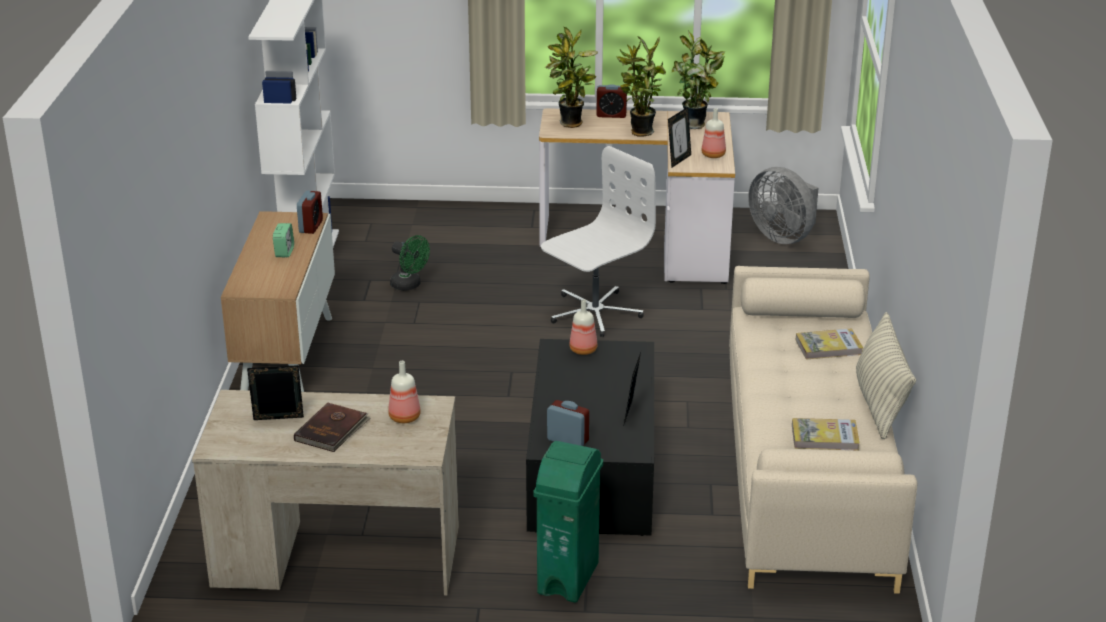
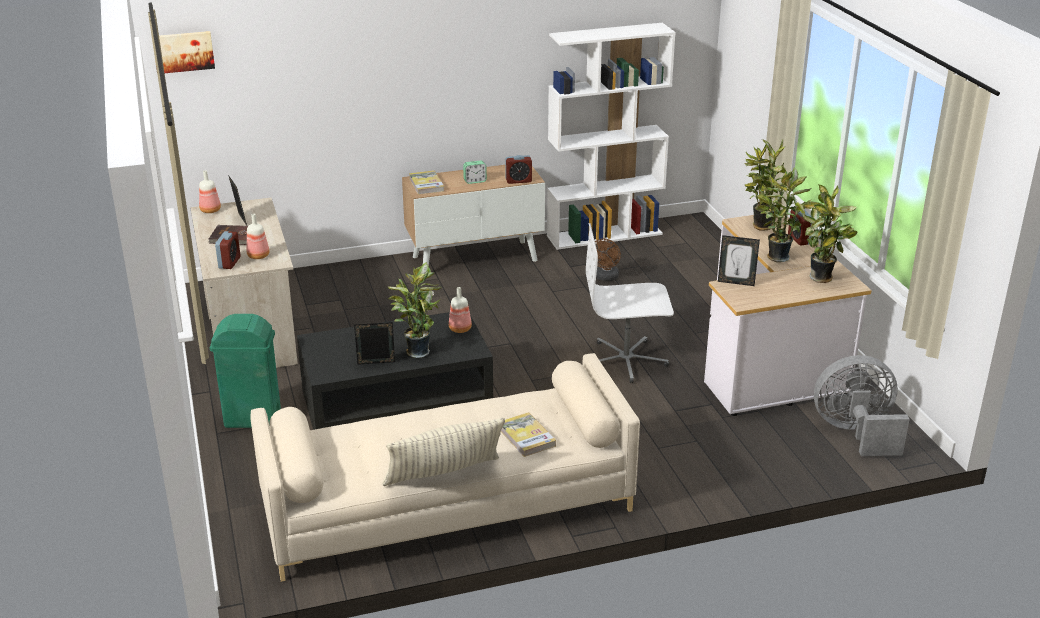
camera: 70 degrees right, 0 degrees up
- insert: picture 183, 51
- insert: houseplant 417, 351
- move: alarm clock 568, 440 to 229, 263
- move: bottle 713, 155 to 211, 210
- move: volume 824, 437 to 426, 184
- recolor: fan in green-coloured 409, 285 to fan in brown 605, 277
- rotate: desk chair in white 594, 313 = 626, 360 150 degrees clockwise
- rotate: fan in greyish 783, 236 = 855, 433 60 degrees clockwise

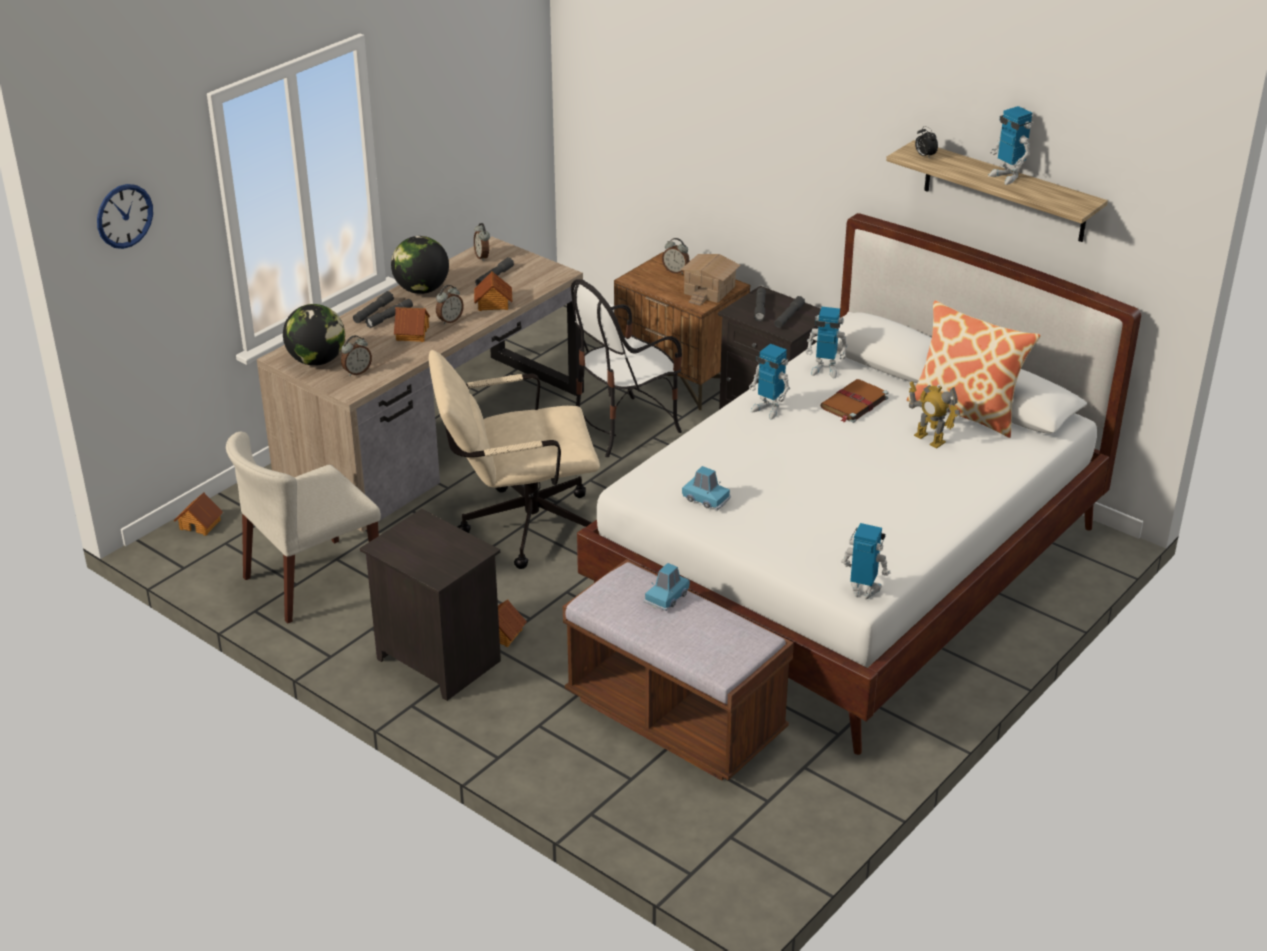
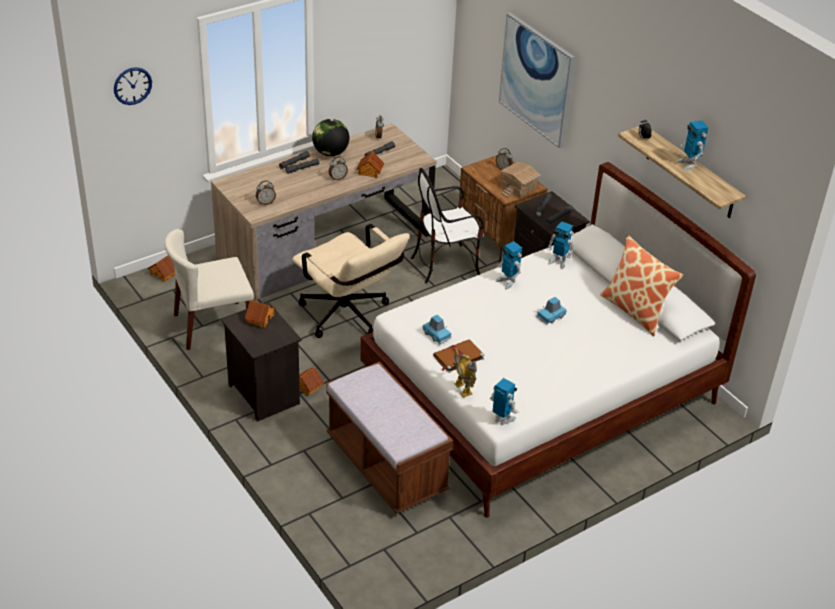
camera: 15 degrees right, 5 degrees up
- delete: globe 317, 361
- insert: picture 536, 79
- move: toy house 412, 333 to 260, 318
- move: miniature car in bluish 667, 597 to 551, 316
- move: volume in brown 853, 403 to 457, 357
- move: model robot 929, 439 to 463, 389
- rotate: desk chair in beige-coloured 518, 527 = 349, 318 135 degrees counterclockwise

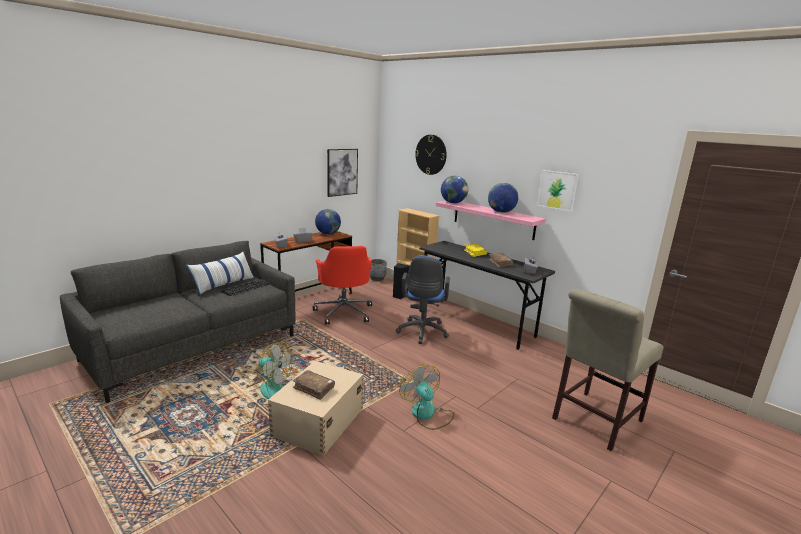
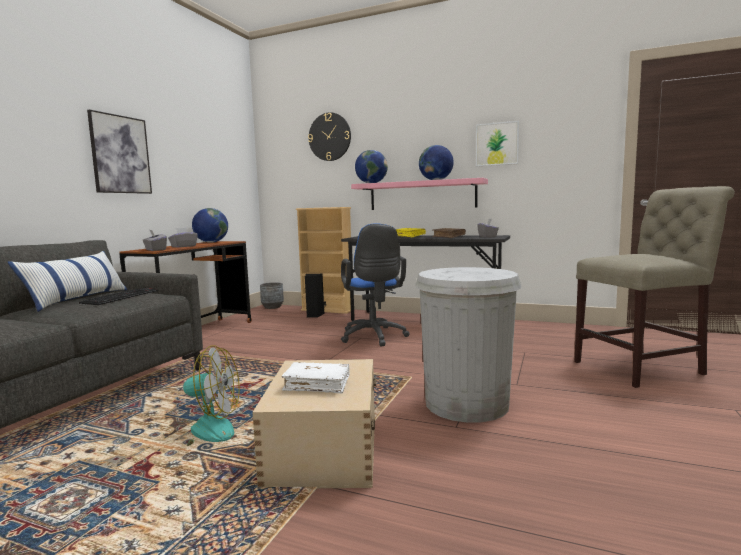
camera: 20 degrees left, 10 degrees down
- delete: desk chair in red 344, 312
- move: picture 342, 172 to 120, 154
- replace: fan 427, 414 to waste bin in white 466, 403
- recolor: volume in brown 314, 388 to volume in white 317, 384
- rotate: upright chair in beige-coloured 594, 421 = 643, 367 135 degrees counterclockwise

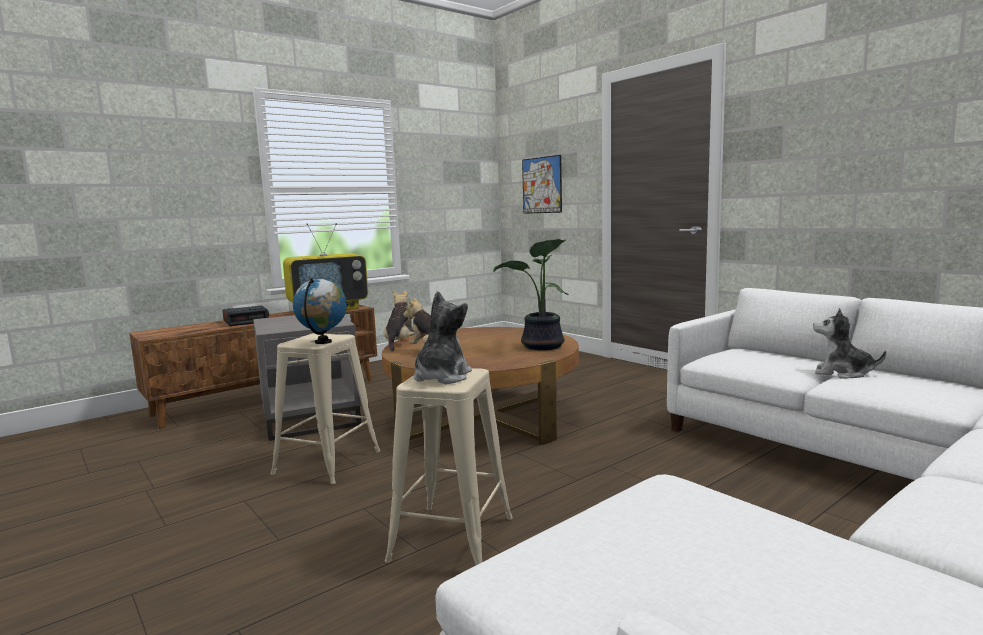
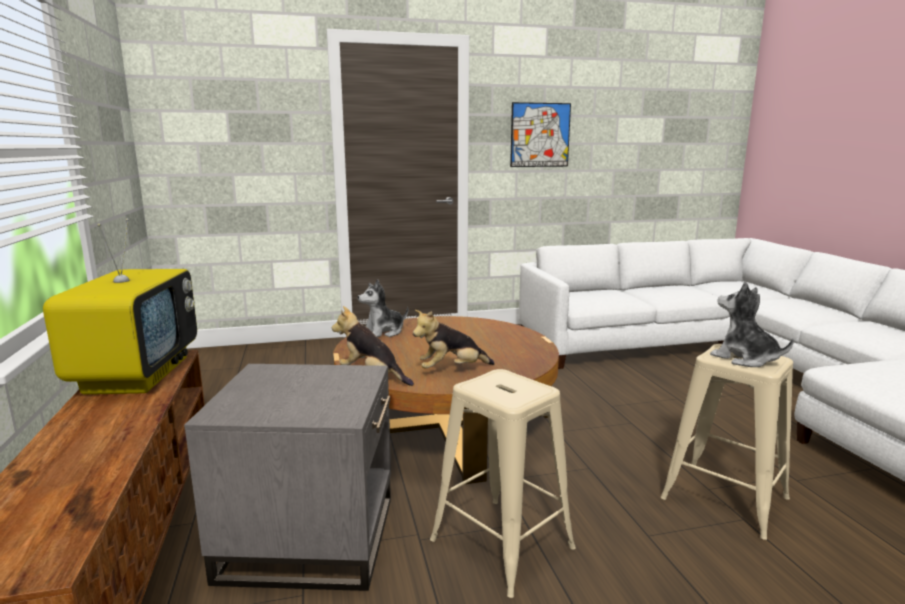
camera: 65 degrees left, 5 degrees up
- delete: alarm clock 246, 321
- delete: globe 323, 342
- delete: houseplant 541, 347
- move: picture 542, 185 to 540, 135
- move: plush toy 842, 373 to 383, 332

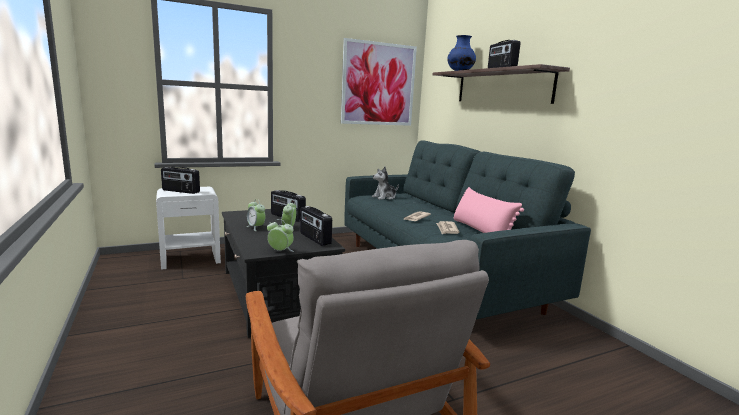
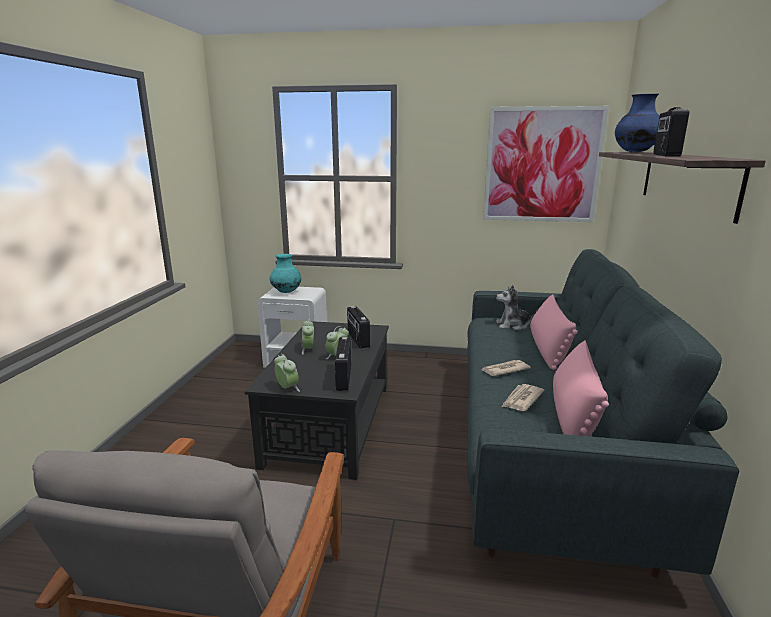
camera: 35 degrees right, 5 degrees up
- insert: cushion in pink-coloured 548, 349
- replace: radio receiver 180, 191 to decorative vase in turquoise 286, 292

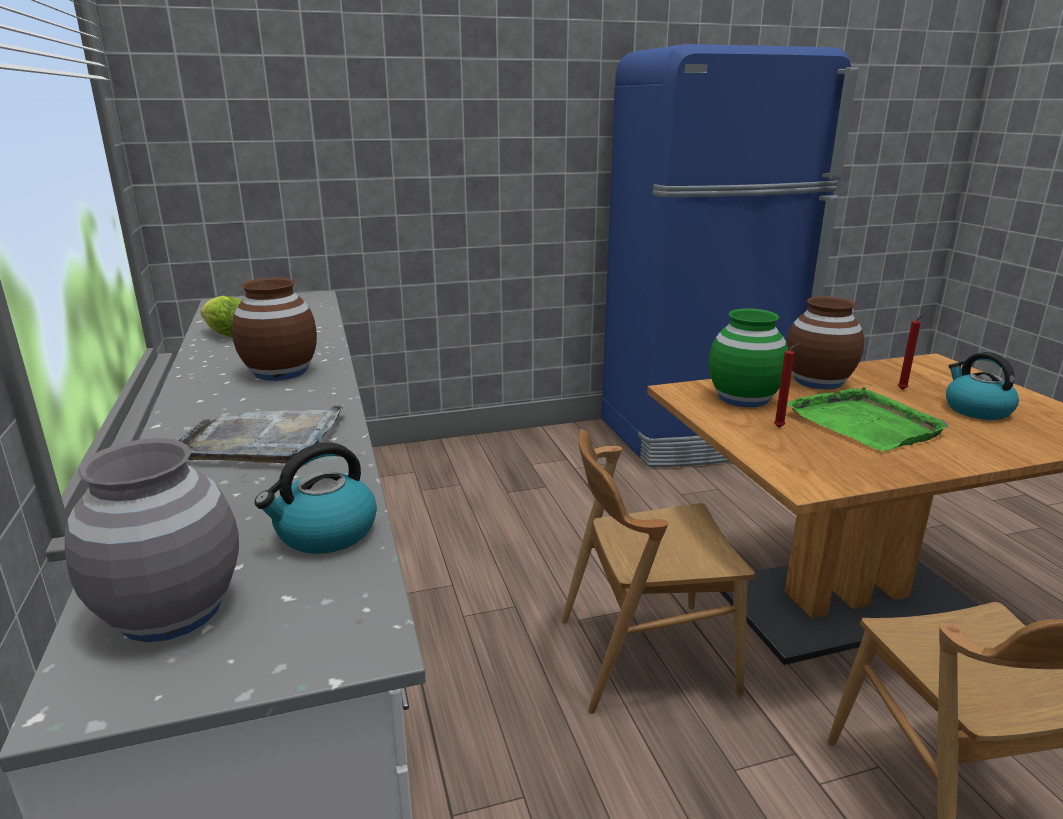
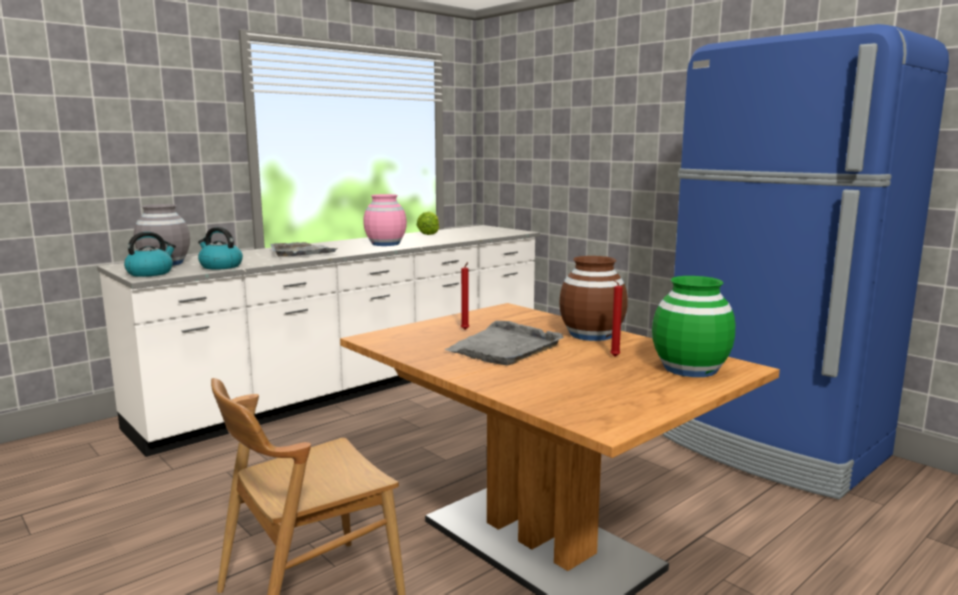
camera: 65 degrees right, 10 degrees down
- delete: upright chair in brown 645, 655
- move: decorative vase in green-coloured 744, 398 to 690, 369
- move: water kettle 976, 410 to 150, 273
- recolor: decorative vase in brown 280, 372 to decorative vase in pink-coloured 385, 244
- recolor: carrying tray in green-coloured 865, 423 to carrying tray in greyish 504, 347

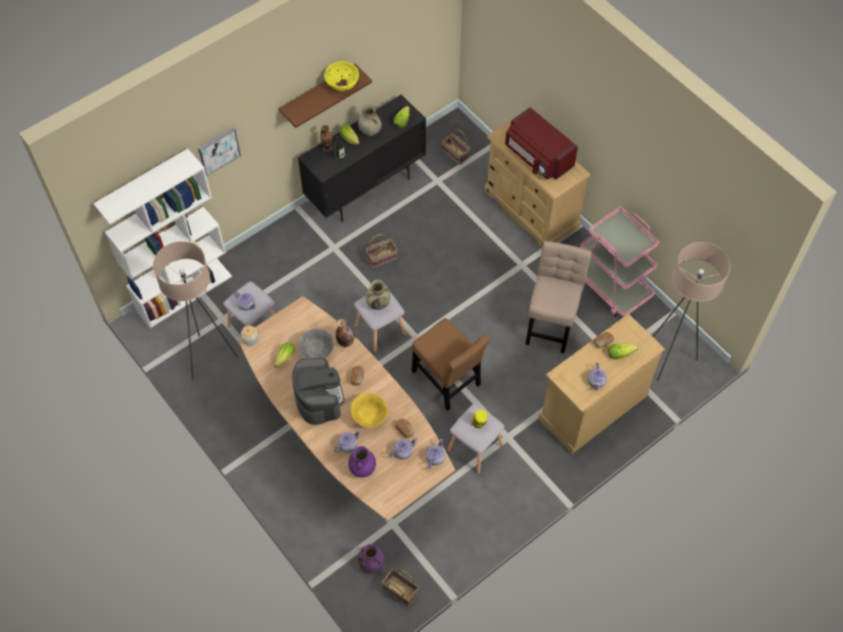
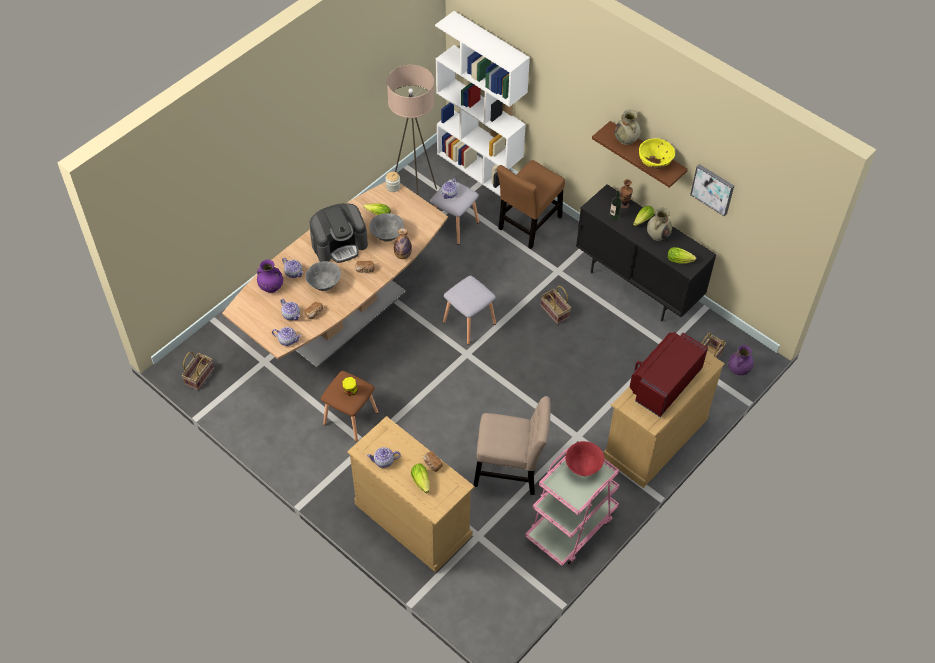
camera: 80 degrees right, 5 degrees down
- delete: floor lamp in beige-coloured 669, 358
- insert: serving bowl in red 583, 467
- move: picture 218, 150 to 713, 189
- move: decorative vase in purple 372, 563 to 738, 370
- move: decorative vase in beige-coloured 378, 303 to 626, 140
- move: upright chair in brown 448, 381 to 528, 225
- recolor: serving bowl in yellow-coloured 370, 417 to serving bowl in greyish 324, 285
- recolor: stool seat in greyish 476, 448 to stool seat in brown 350, 419

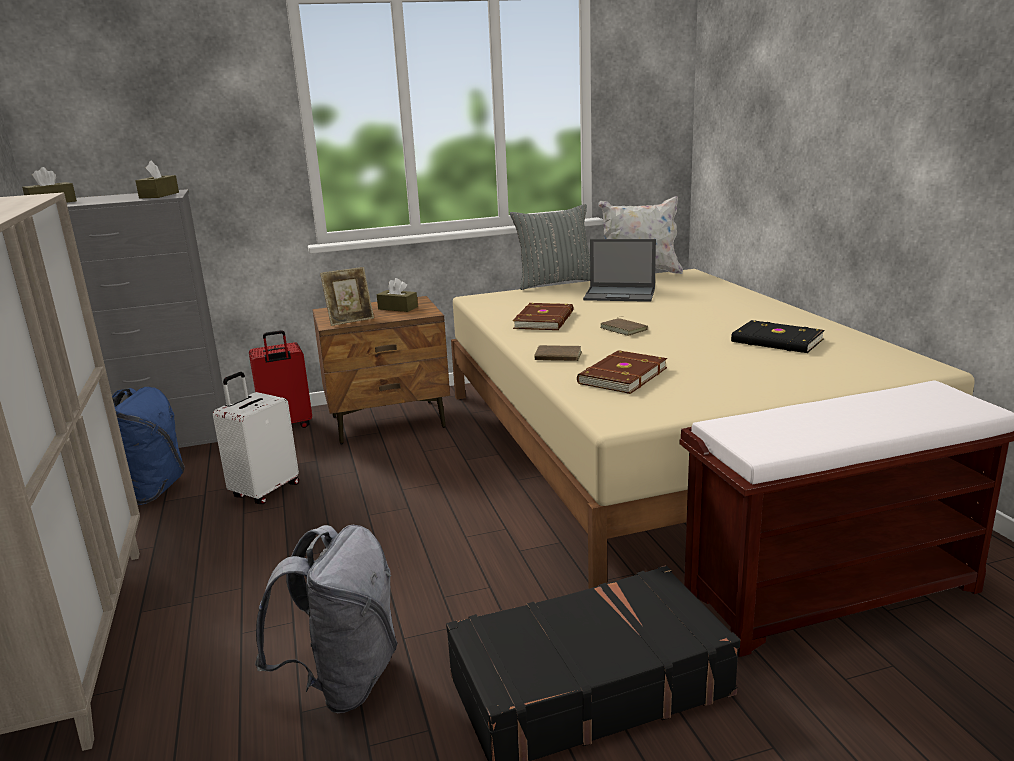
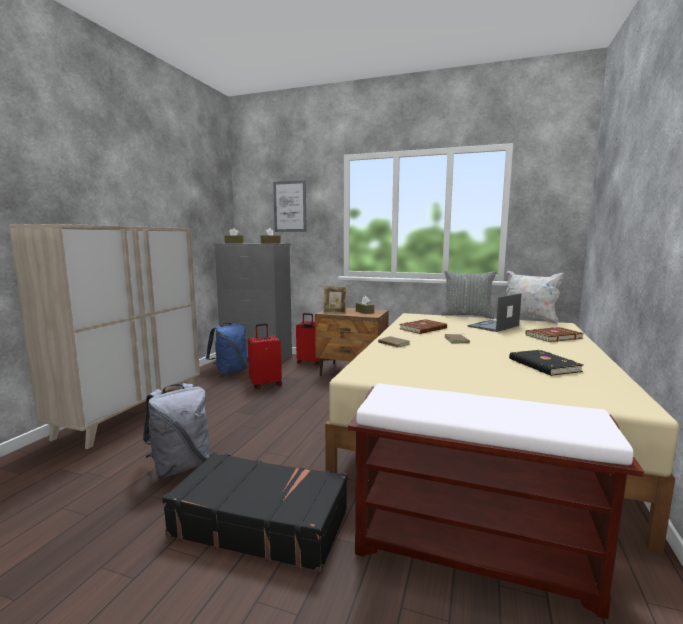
camera: 35 degrees right, 10 degrees down
- insert: picture 290, 206
- move: volume in brown 621, 376 to 552, 336
- recolor: suitcase in white 264, 491 to suitcase in red 265, 384
- rotate: notebook computer 620, 294 = 493, 326 90 degrees clockwise

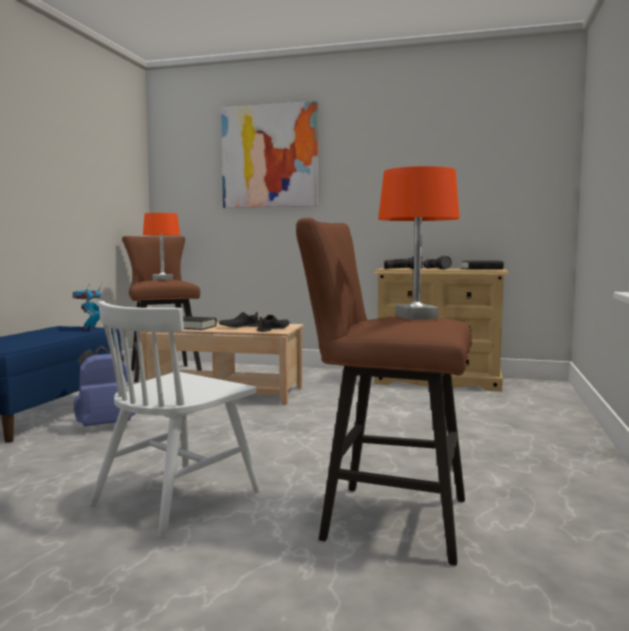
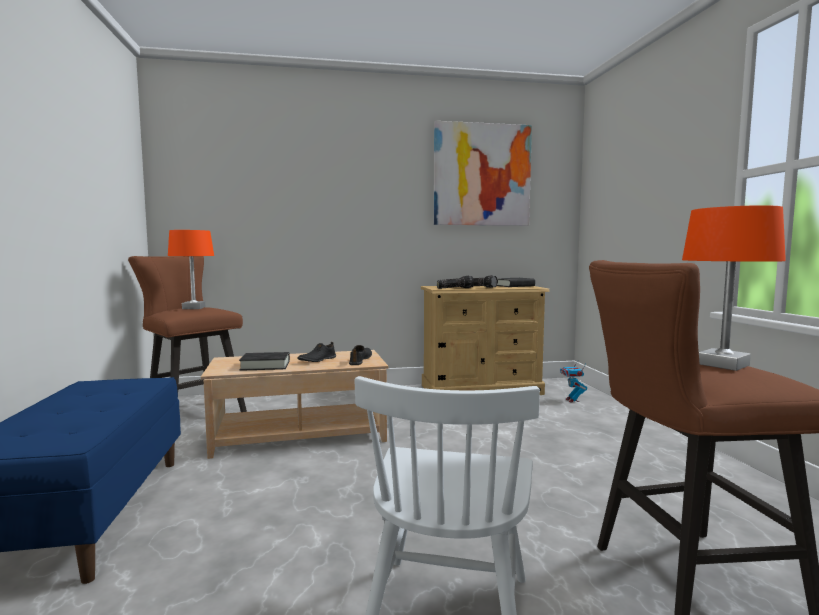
camera: 25 degrees left, 0 degrees up
- delete: backpack in bluish 105, 425
- move: model robot 89, 329 to 572, 400
- move: picture 269, 156 to 482, 175

